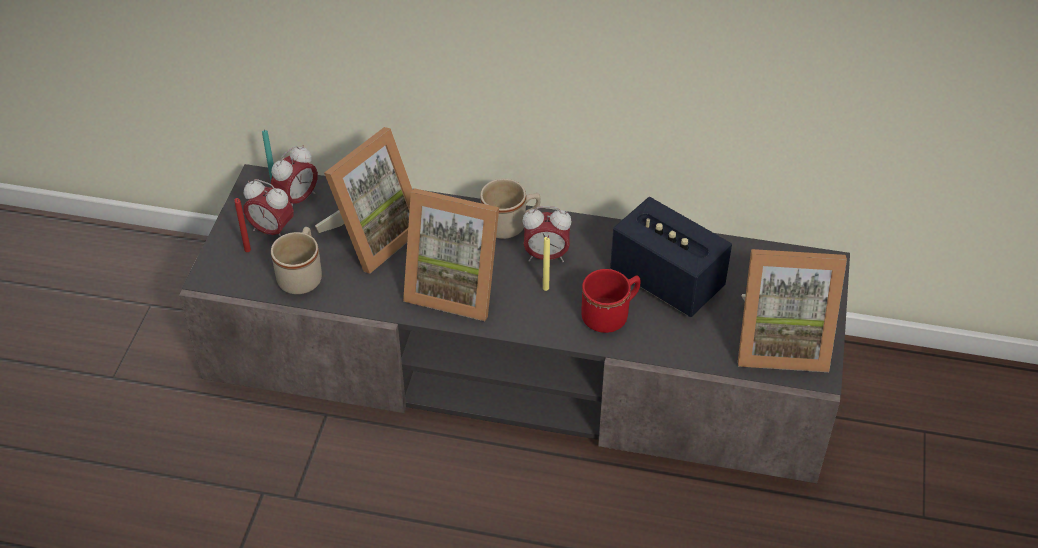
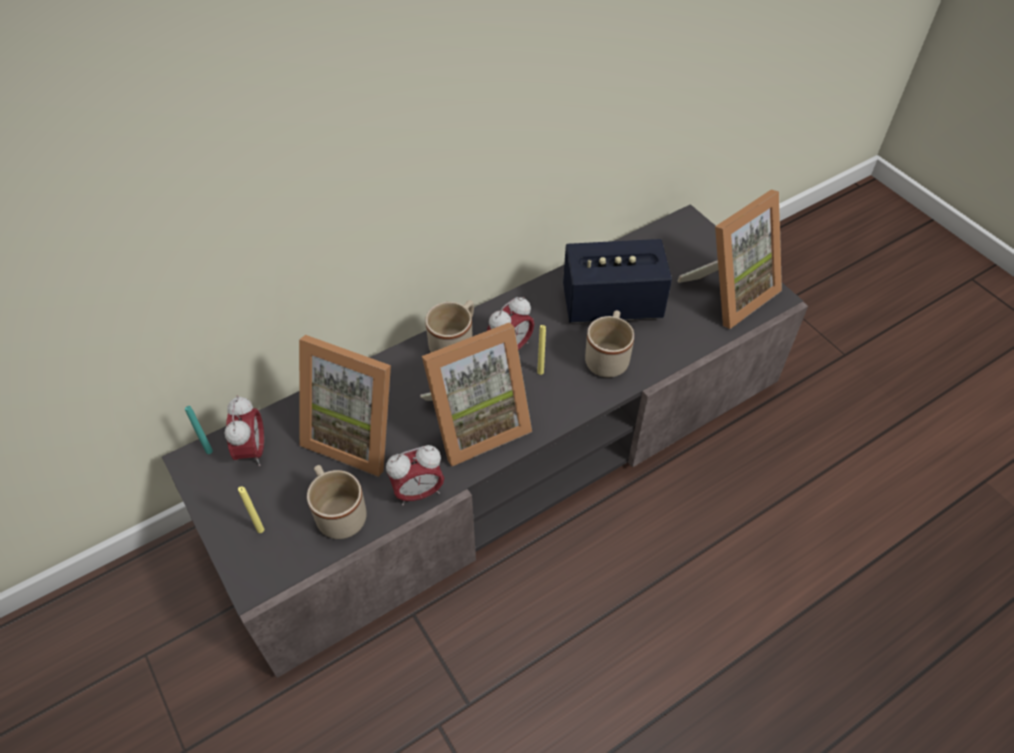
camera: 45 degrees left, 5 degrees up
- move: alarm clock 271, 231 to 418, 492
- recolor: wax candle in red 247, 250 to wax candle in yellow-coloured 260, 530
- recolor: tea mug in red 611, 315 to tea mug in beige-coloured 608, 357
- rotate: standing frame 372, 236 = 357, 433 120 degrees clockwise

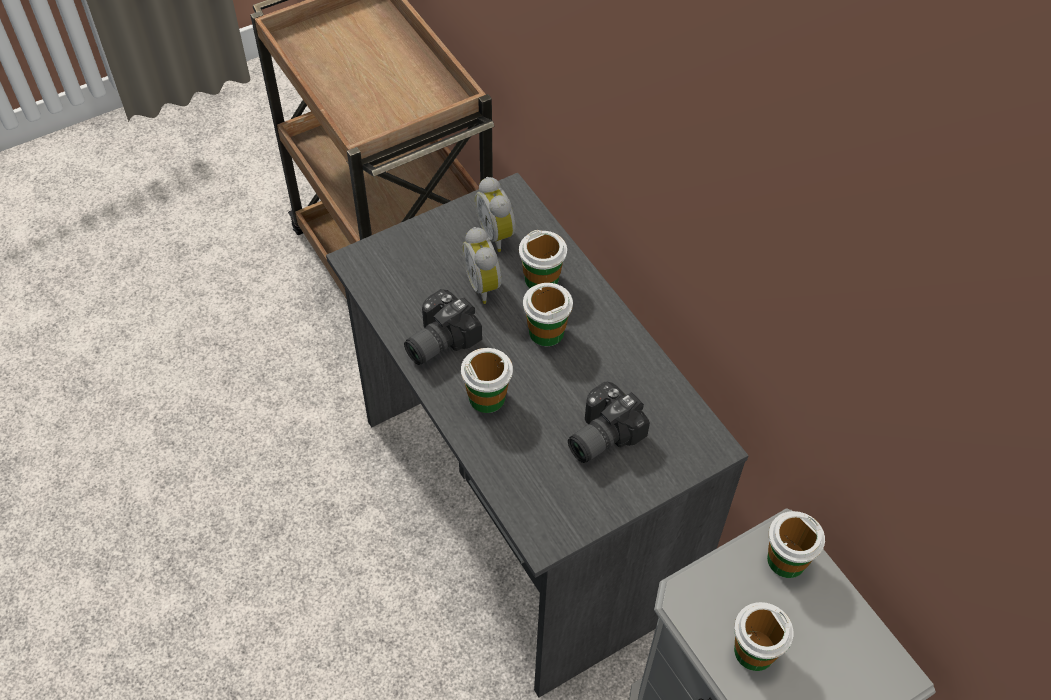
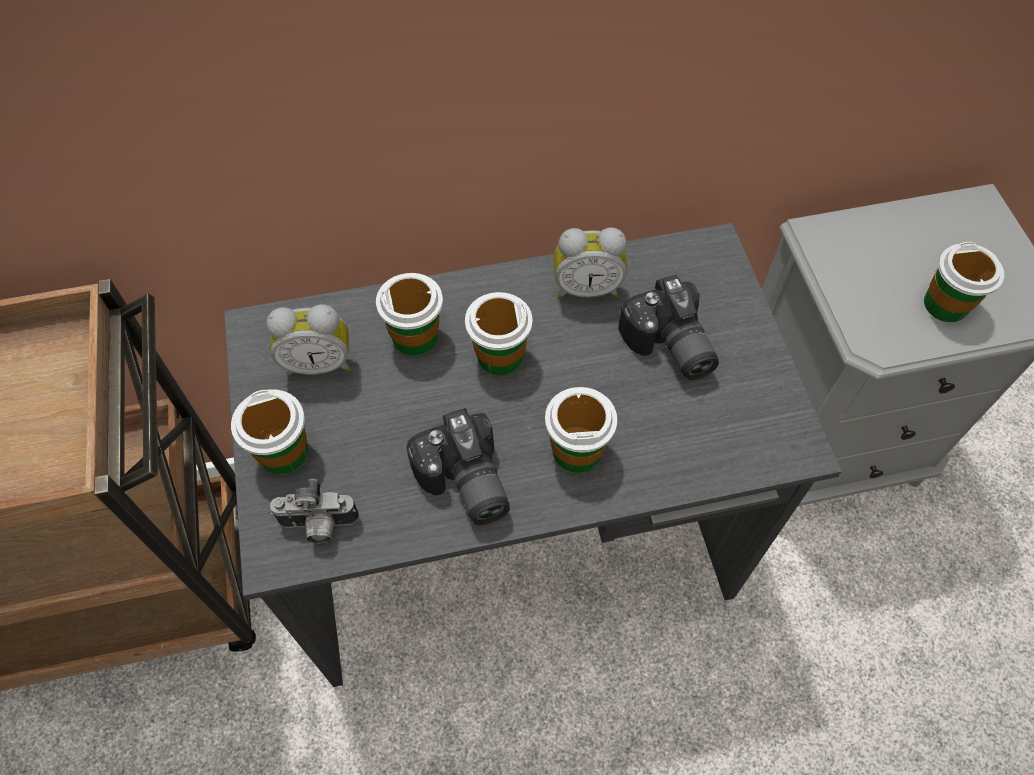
camera: 70 degrees left, 5 degrees up
- insert: photo camera 318, 526
- move: alarm clock 485, 285 to 586, 287
- move: cup 786, 560 to 283, 452

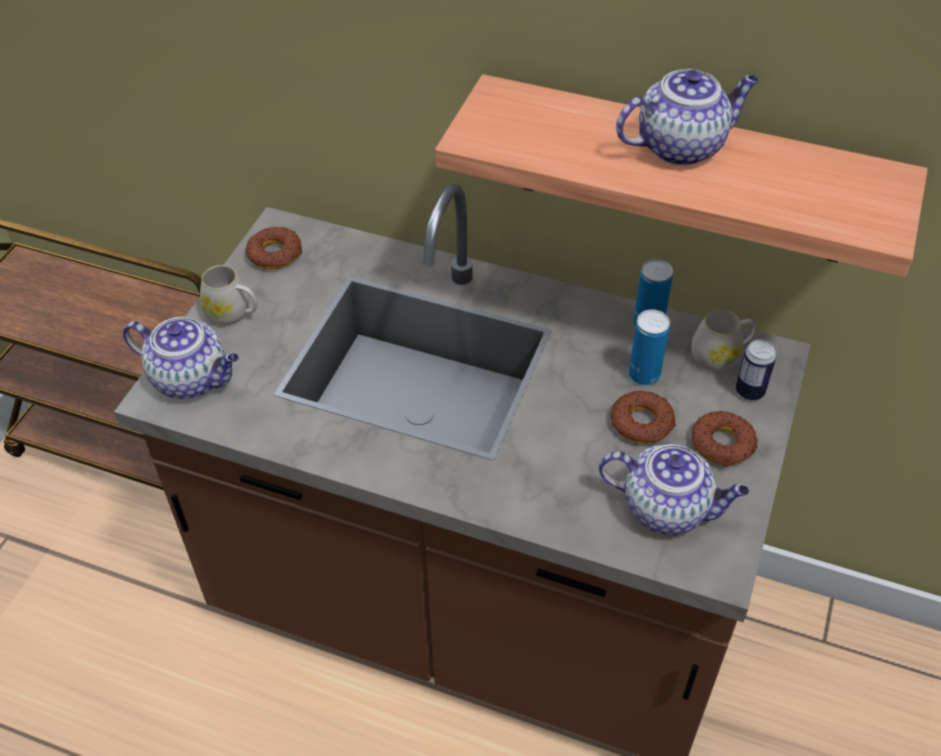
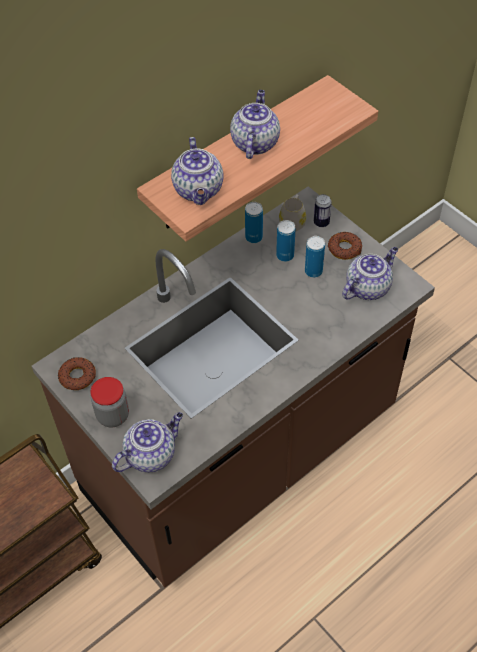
camera: 60 degrees left, 5 degrees up
- insert: tea pot 199, 190
- replace: tea mug in white 233, 313 to storage jar 113, 415
- replace: doughnut 642, 422 to metal can 313, 271

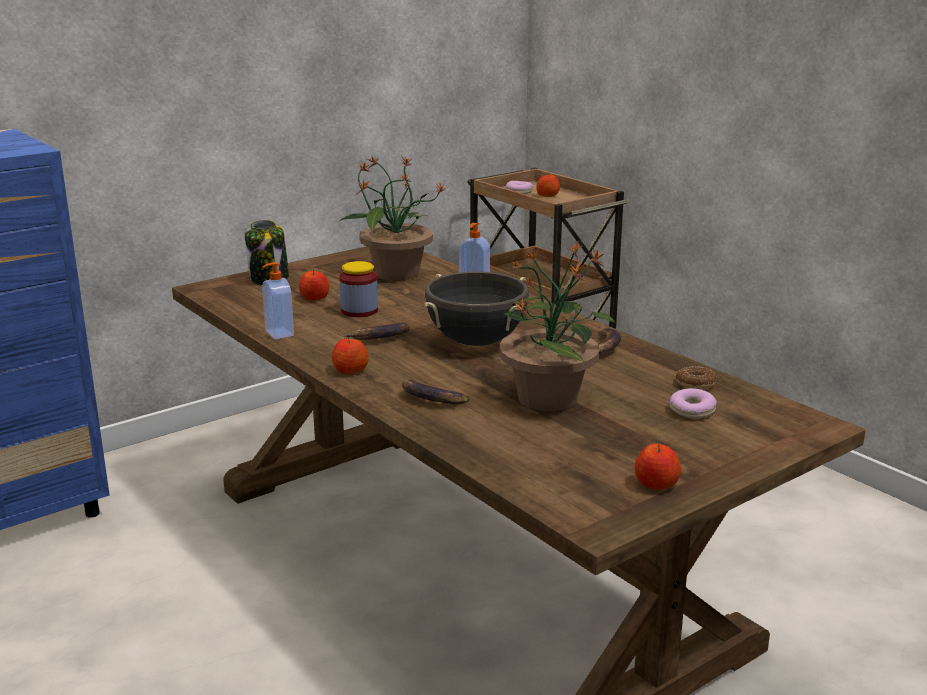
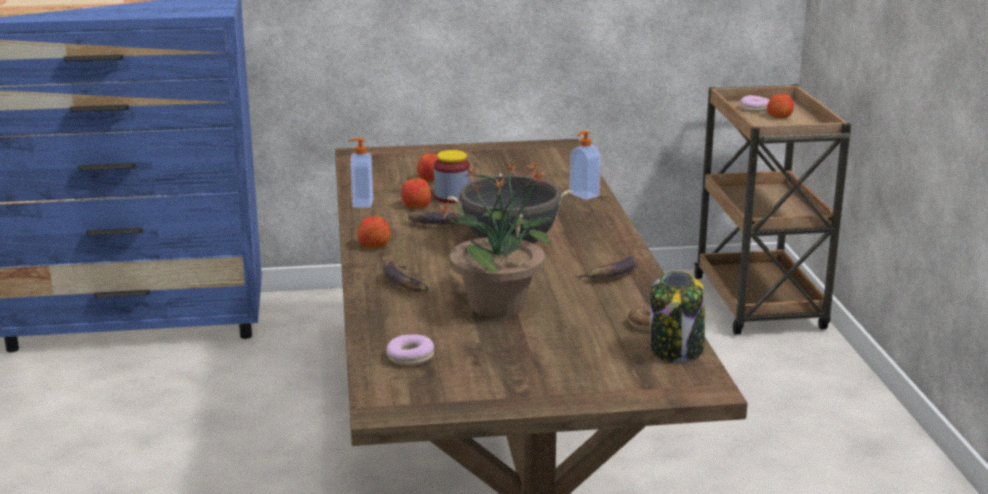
camera: 30 degrees right, 0 degrees up
- delete: houseplant 395, 273
- move: storage jar 269, 279 to 677, 350
- move: apple 656, 484 to 416, 206
- move: doughnut 692, 411 to 410, 357

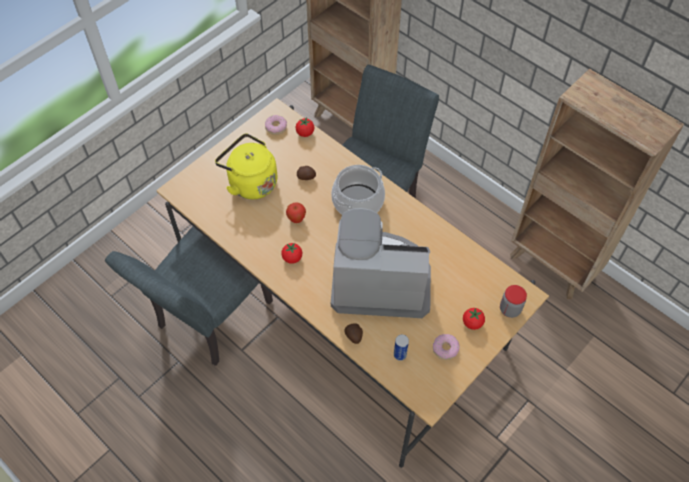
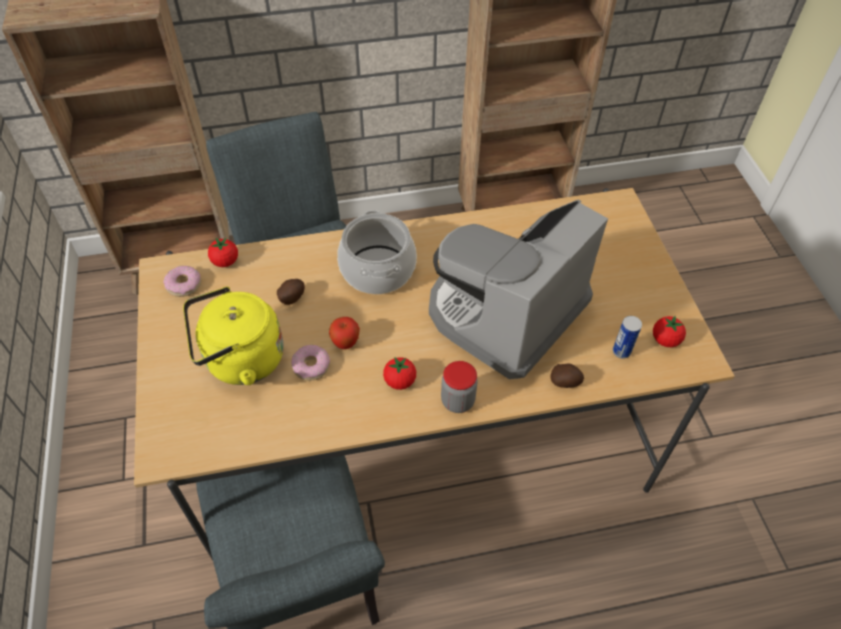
camera: 55 degrees left, 5 degrees down
- move: doughnut 445, 348 to 311, 366
- move: whole tomato 472, 323 to 665, 340
- move: storage jar 510, 309 to 457, 401

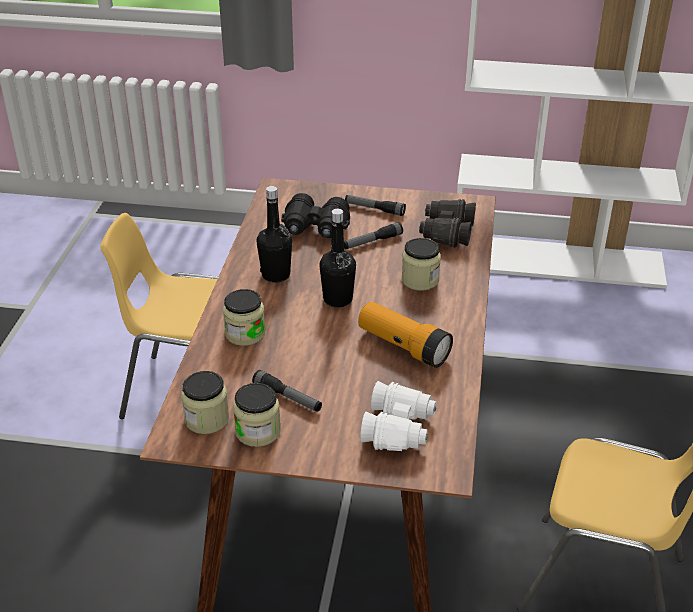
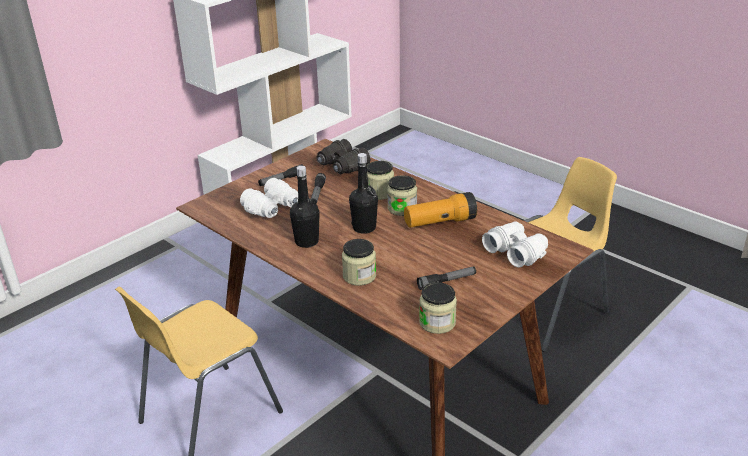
camera: 55 degrees left, 5 degrees down
- move: storage jar 258, 431 to 402, 208
- recolor: pair of binoculars in blackish 315, 228 to pair of binoculars in white 273, 208

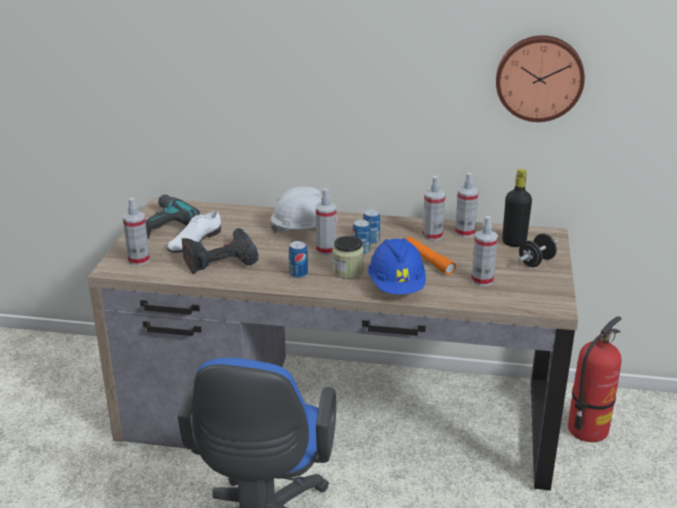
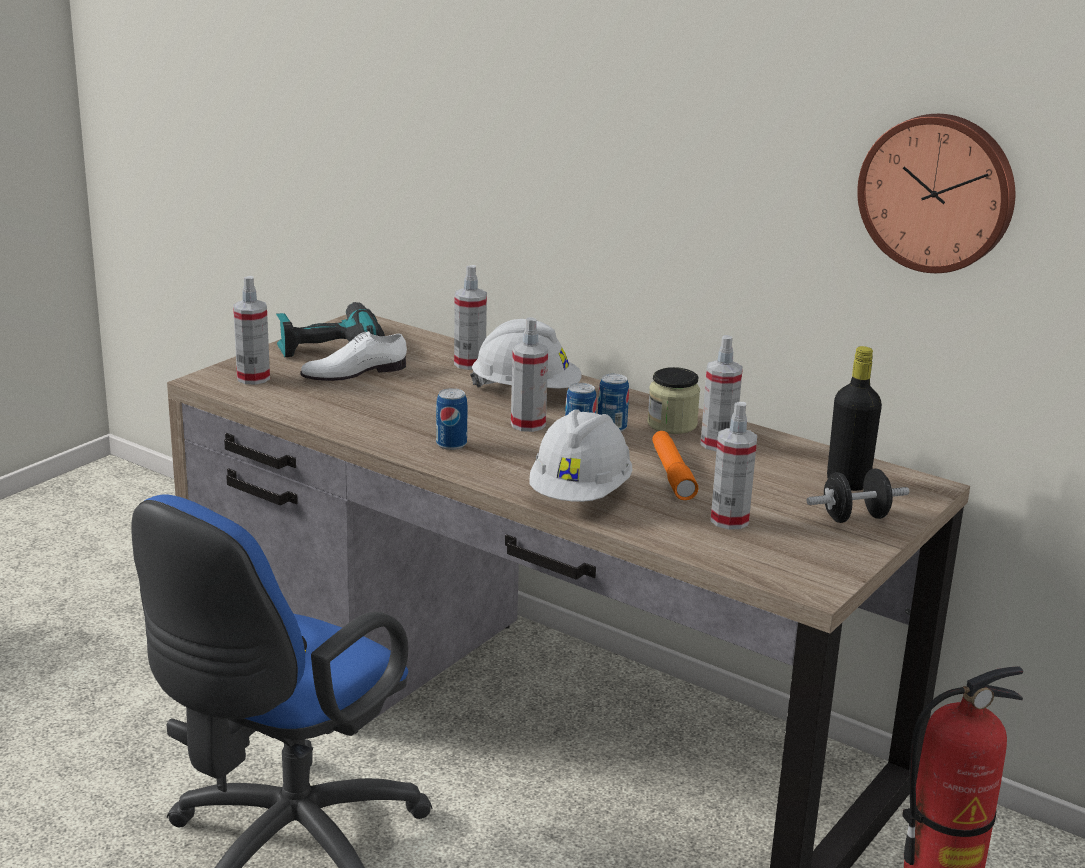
camera: 25 degrees right, 5 degrees down
- delete: power drill 220, 259
- move: storage jar 348, 271 to 672, 424
- move: hand sprayer 464, 232 to 469, 363
- recolor: work helmet in bluish 396, 286 to work helmet in white 580, 495

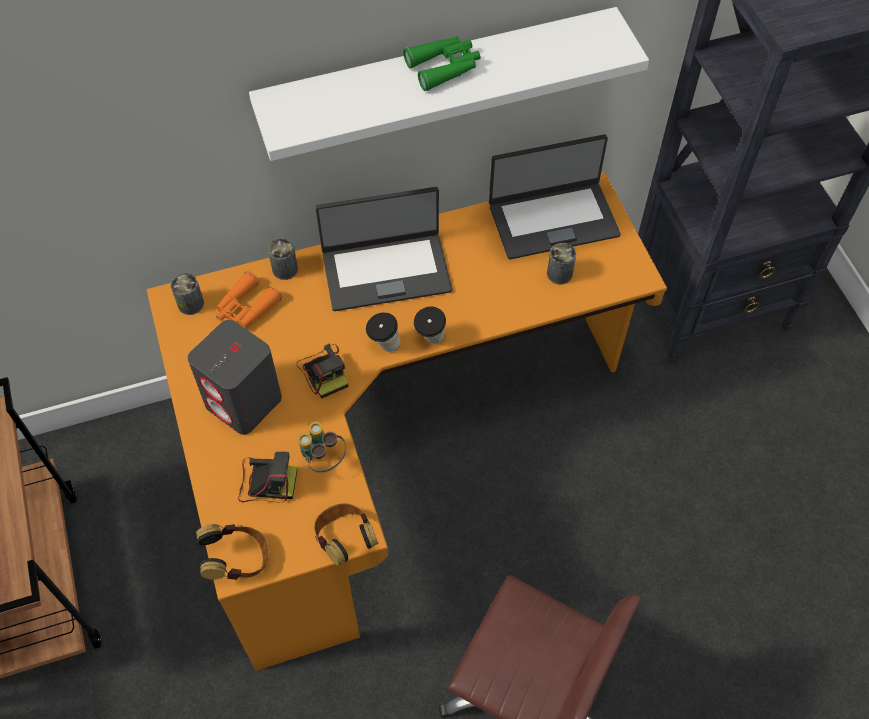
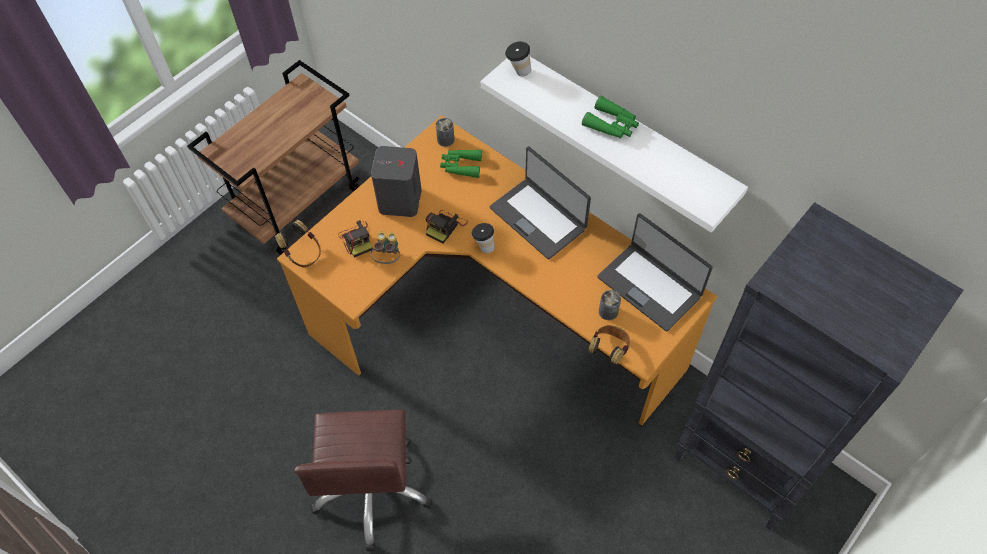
camera: 60 degrees right, 0 degrees up
- delete: metal can 285, 269
- move: headset 345, 539 to 609, 349
- move: cup 430, 340 to 518, 71
- recolor: pair of binoculars in orange-coloured 246, 308 to pair of binoculars in green-coloured 461, 166

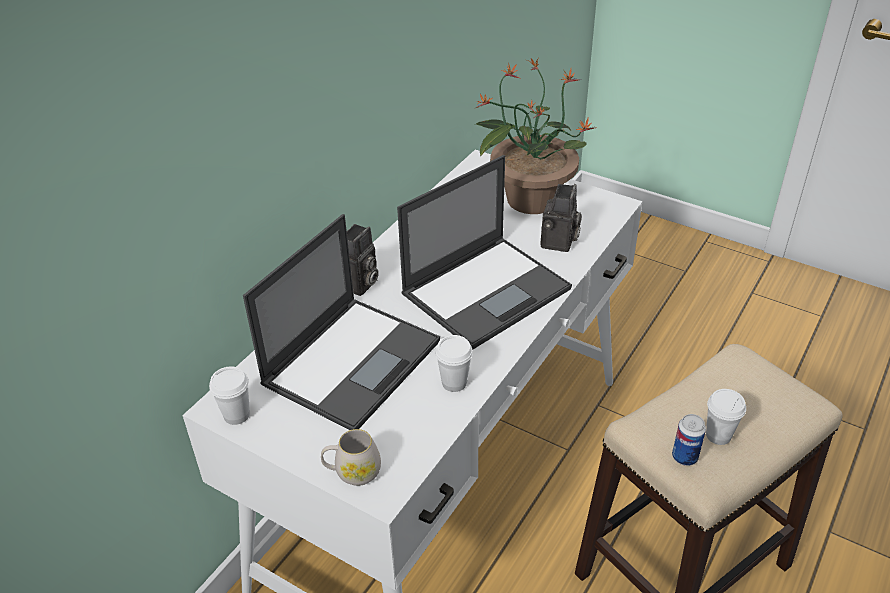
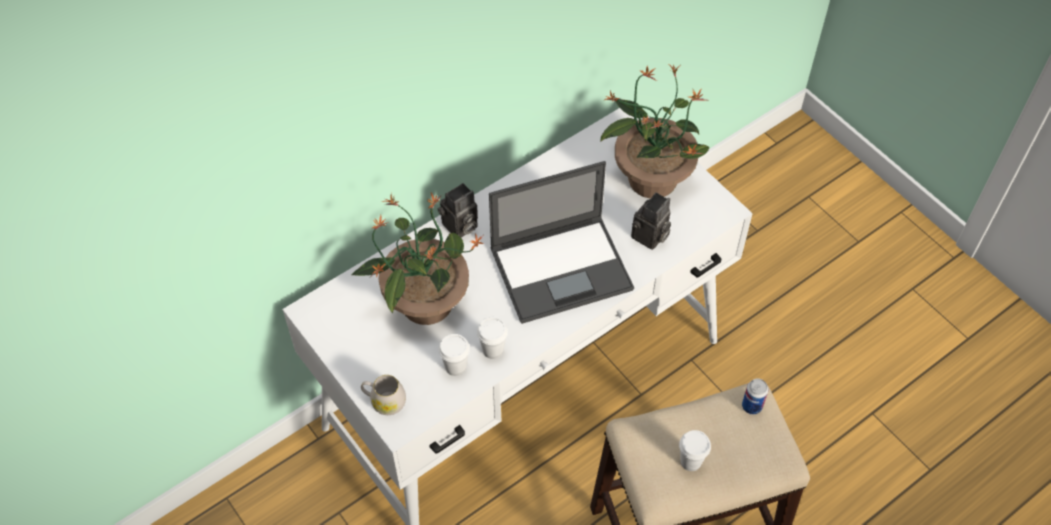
camera: 20 degrees right, 15 degrees up
- move: cup in white 236, 415 to 455, 367
- move: metal can 684, 457 to 752, 406
- replace: notebook computer 353, 361 to houseplant 424, 302

